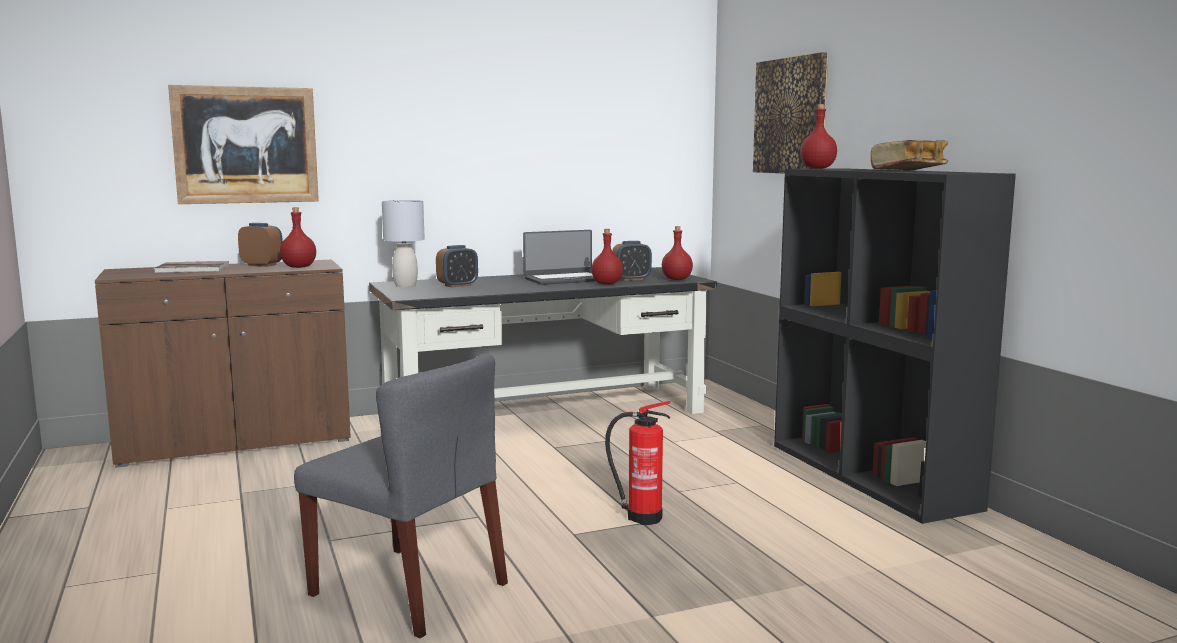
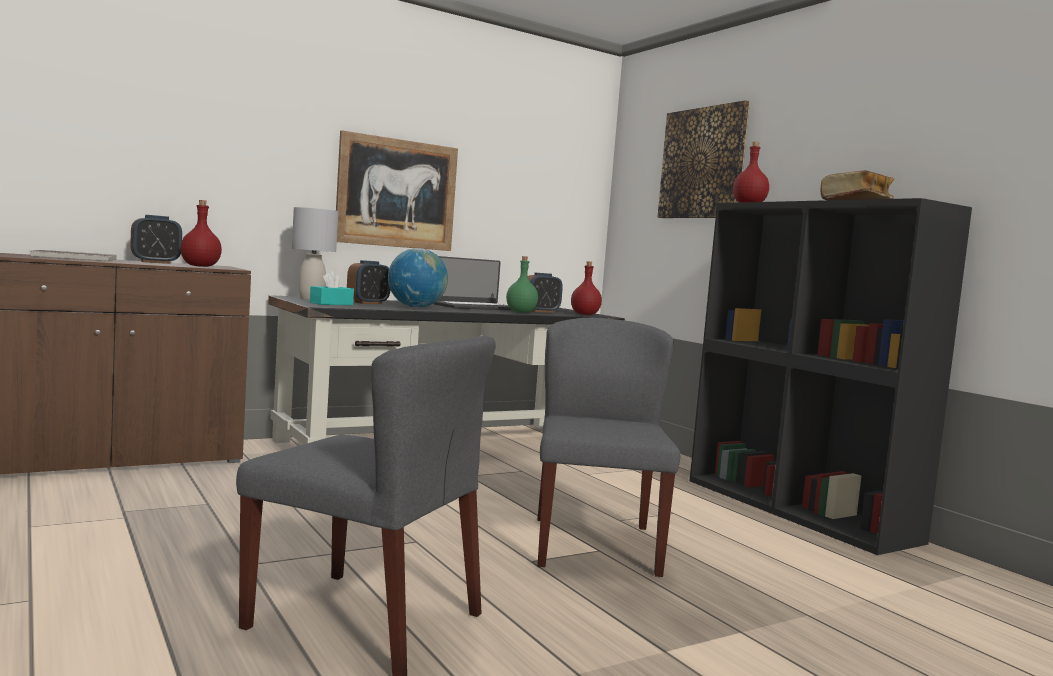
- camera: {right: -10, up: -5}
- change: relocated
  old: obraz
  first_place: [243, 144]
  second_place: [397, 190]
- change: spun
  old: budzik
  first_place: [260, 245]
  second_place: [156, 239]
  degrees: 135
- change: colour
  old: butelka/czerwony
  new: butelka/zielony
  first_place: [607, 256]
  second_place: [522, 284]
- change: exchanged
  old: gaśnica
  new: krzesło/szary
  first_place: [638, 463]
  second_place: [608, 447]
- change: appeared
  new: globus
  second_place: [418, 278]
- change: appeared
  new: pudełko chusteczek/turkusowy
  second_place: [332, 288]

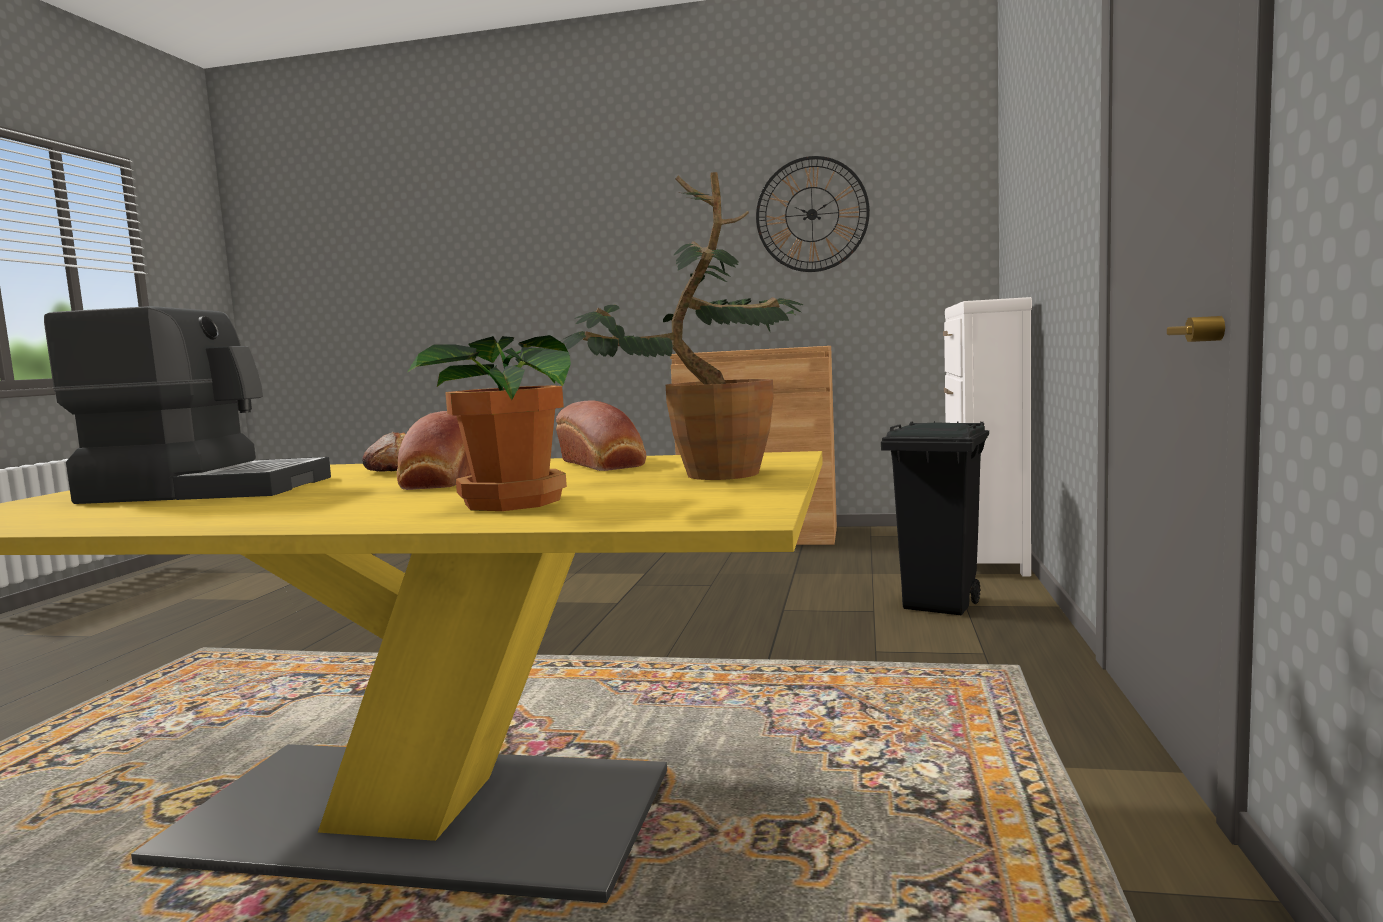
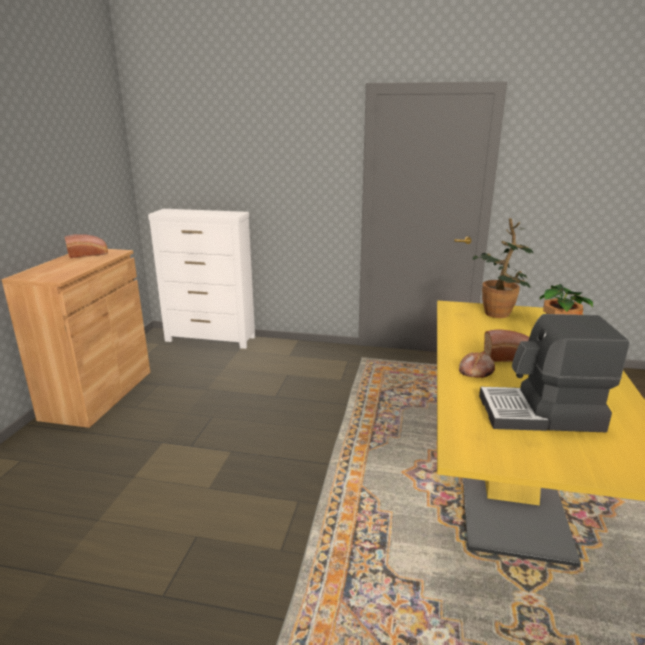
- camera: {right: -90, up: 15}
- change: missing
  old: zegar ścienny
  first_place: [813, 214]
- change: spun
  old: ekspres do kawy
  first_place: [187, 405]
  second_place: [554, 373]
  degrees: -90
- change: relocated
  old: chleb
  first_place: [601, 436]
  second_place: [86, 246]
- change: missing
  old: kosz na śmieci/czarny
  first_place: [935, 518]

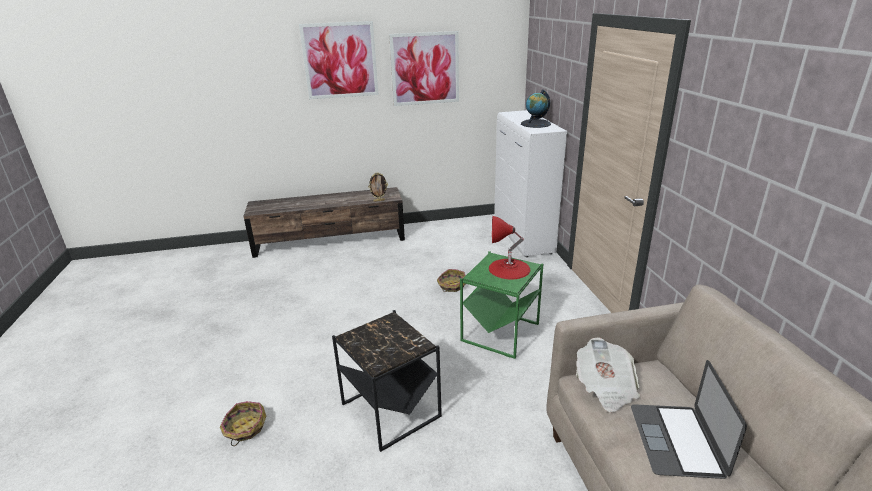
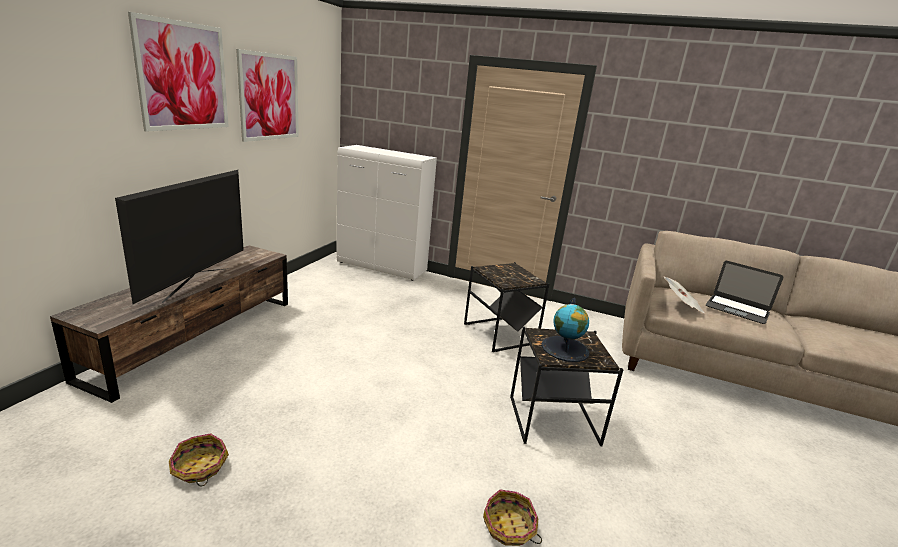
- camera: {right: -60, up: -5}
- change: relocated
  old: globus
  first_place: [536, 108]
  second_place: [565, 330]
- change: missing
  old: ramka na zdjęcie
  first_place: [378, 187]
- change: missing
  old: lampa stołowa/czerwony
  first_place: [509, 247]
- change: colour
  old: stolik/zielony
  new: stolik/czarny
  first_place: [501, 305]
  second_place: [506, 307]
- change: relocated
  old: koszyk
  first_place: [451, 280]
  second_place: [199, 460]
- change: appeared
  new: telewizor
  second_place: [179, 237]

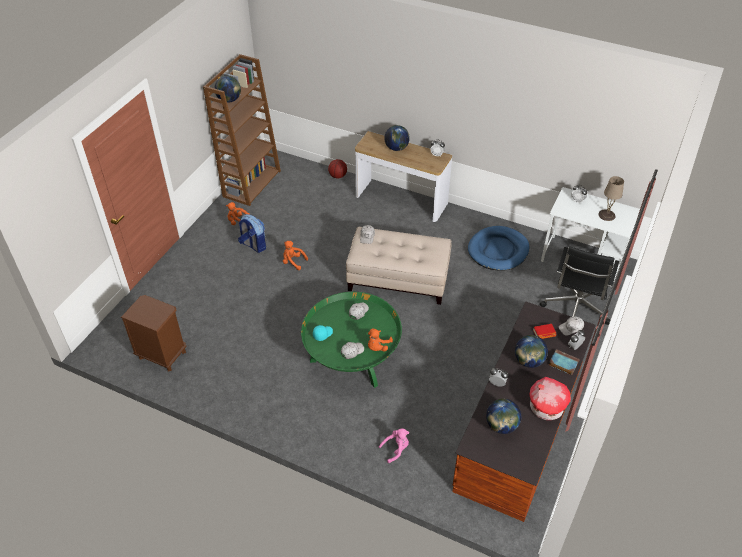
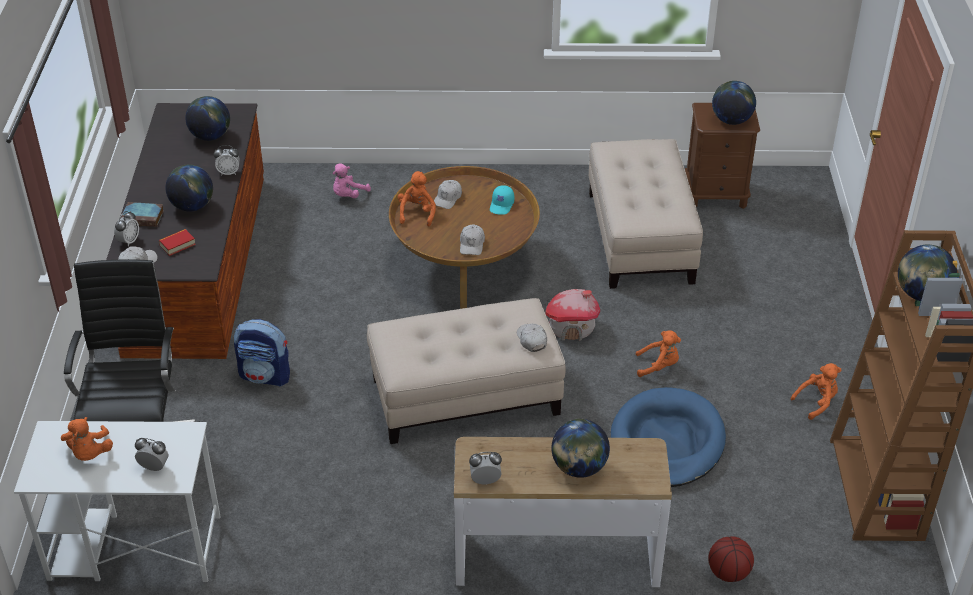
- camera: {right: 155, up: -5}
- change: exchanged
  old: lampa stołowa/beżowy
  new: pluszak/pomarańczowy
  first_place: [611, 198]
  second_place: [87, 439]
- change: relocated
  old: plecak
  first_place: [252, 233]
  second_place: [262, 353]
- change: relocated
  old: legowisko/niebieski
  first_place: [499, 248]
  second_place: [668, 437]
- change: colour
  old: ława/zielony
  new: ława/brązowy
  first_place: [351, 340]
  second_place: [464, 237]
- change: relocated
  old: domek
  first_place: [550, 398]
  second_place: [572, 315]
- change: appeared
  new: globus
  second_place: [734, 103]
- change: appeared
  new: pufa/beżowy
  second_place: [646, 214]

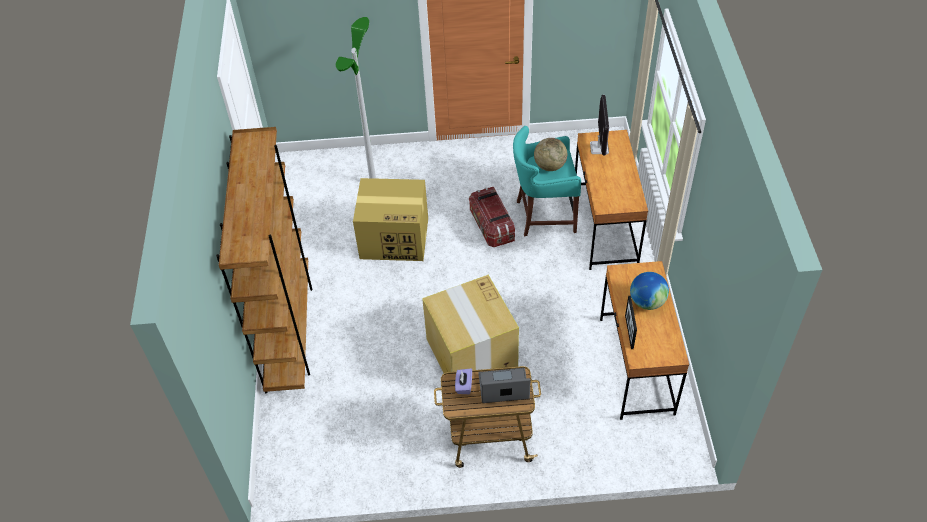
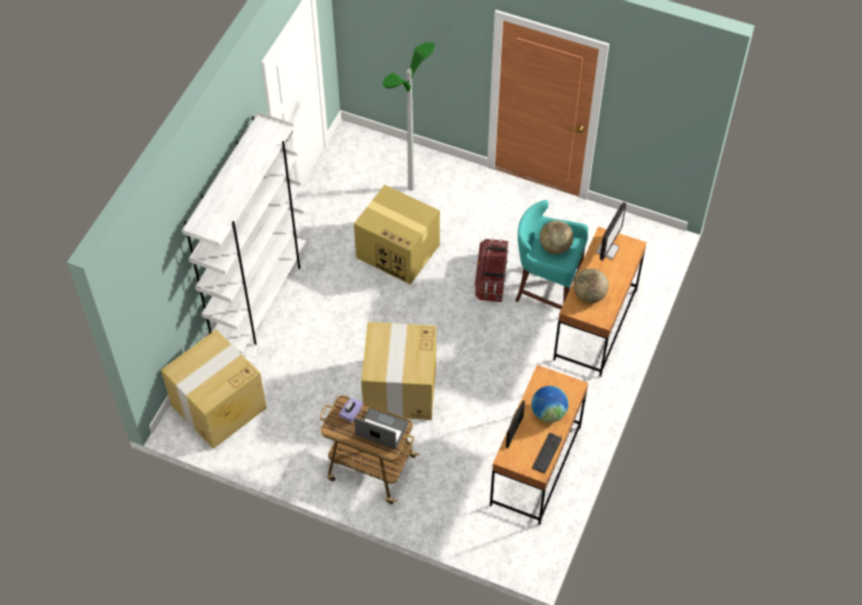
- camera: {right: 25, up: 5}
- change: colour
  old: regał/brązowy
  new: regał/biały
  first_place: [264, 260]
  second_place: [245, 233]
- change: appeared
  new: globus
  second_place: [591, 285]
- change: appeared
  new: karton
  second_place: [214, 389]
- change: appeared
  new: klawiatura
  second_place: [547, 453]

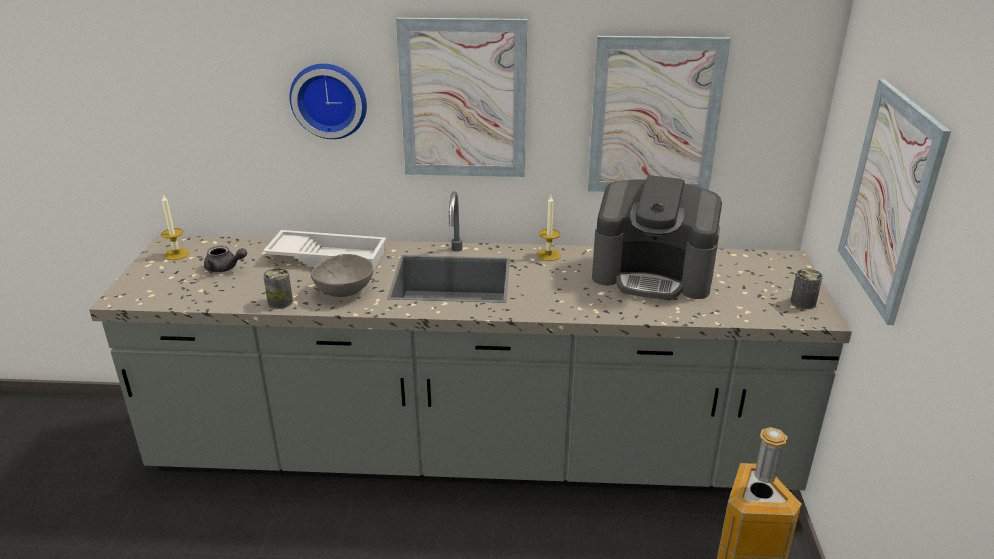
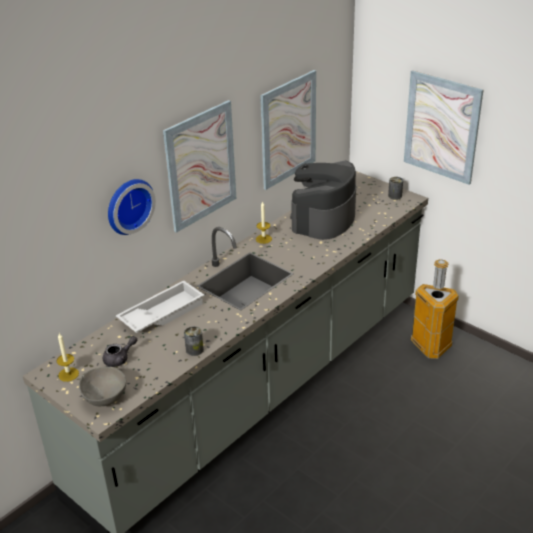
- camera: {right: -50, up: 5}
- change: spun
  old: ekspres do kawy
  first_place: [657, 237]
  second_place: [323, 200]
  degrees: 150
- change: relocated
  old: miska/szary
  first_place: [341, 275]
  second_place: [102, 386]

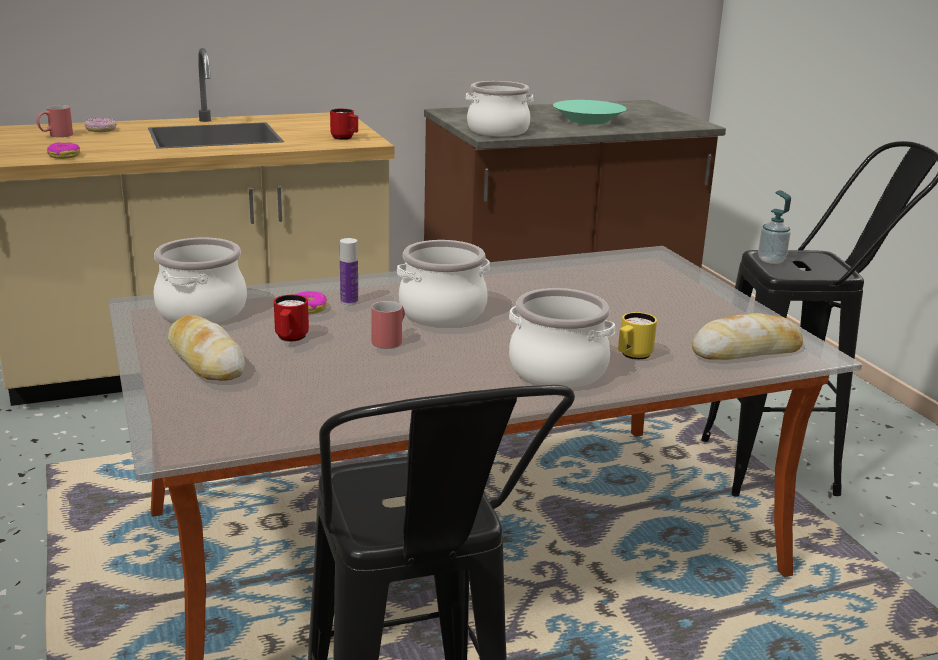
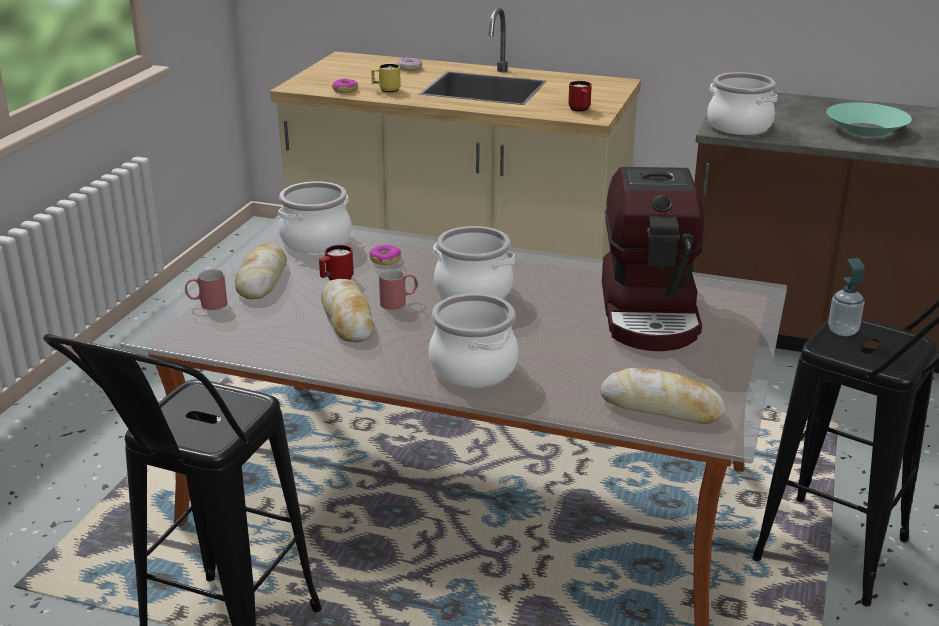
- camera: {right: 40, up: 5}
- change: relocated
  old: kubek/czerwony
  first_place: [55, 121]
  second_place: [206, 289]
- change: missing
  old: butelka
  first_place: [349, 271]
- change: relocated
  old: kubek/żółty
  first_place: [637, 336]
  second_place: [386, 78]
- change: appeared
  new: ekspres do kawy
  second_place: [653, 259]
- change: appeared
  new: chleb
  second_place: [347, 310]

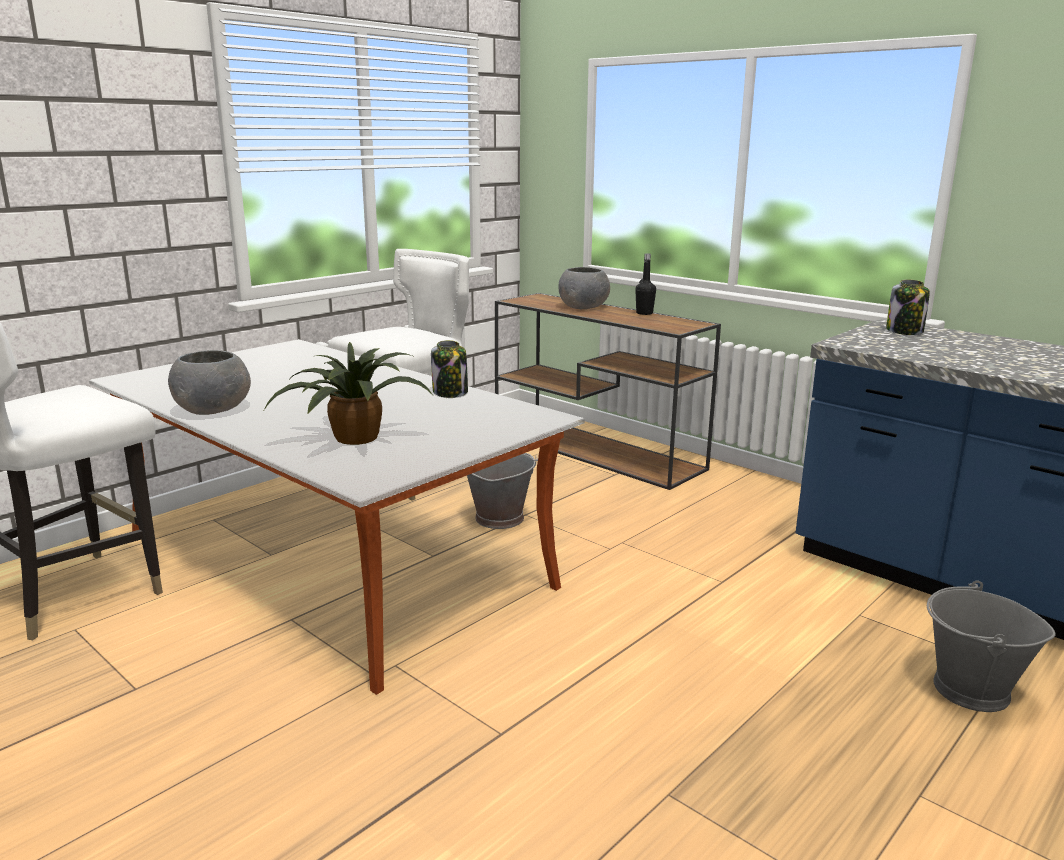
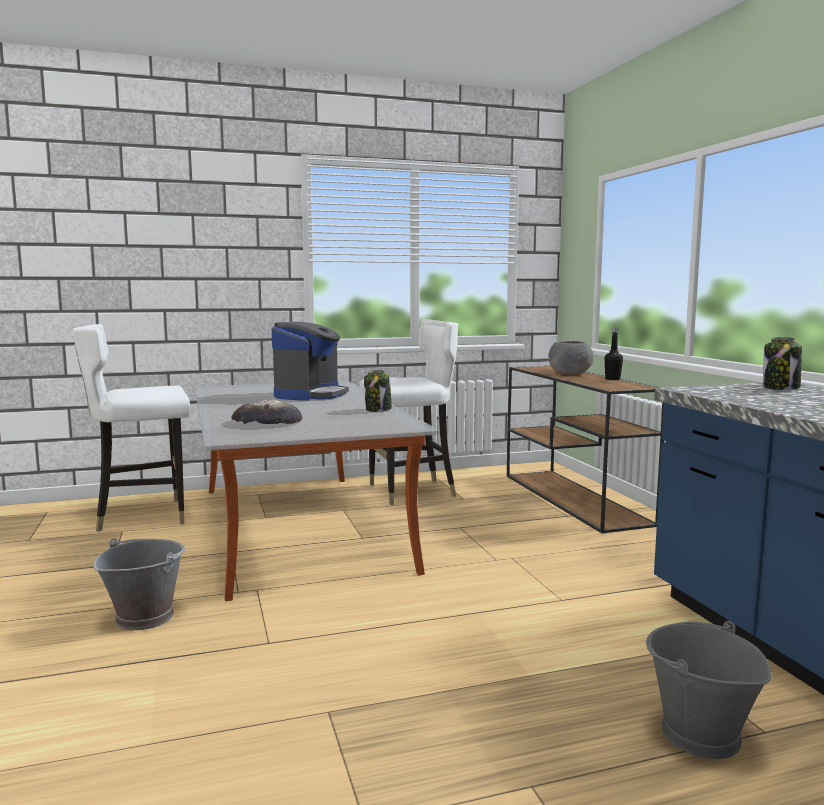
- camera: {right: 30, up: -10}
- change: exchanged
  old: roślina doniczkowa
  new: chleb
  first_place: [348, 393]
  second_place: [266, 411]
- change: missing
  old: miska/szary
  first_place: [209, 382]
- change: relocated
  old: wiadro/szary
  first_place: [502, 491]
  second_place: [140, 584]
- change: appeared
  new: ekspres do kawy
  second_place: [310, 361]

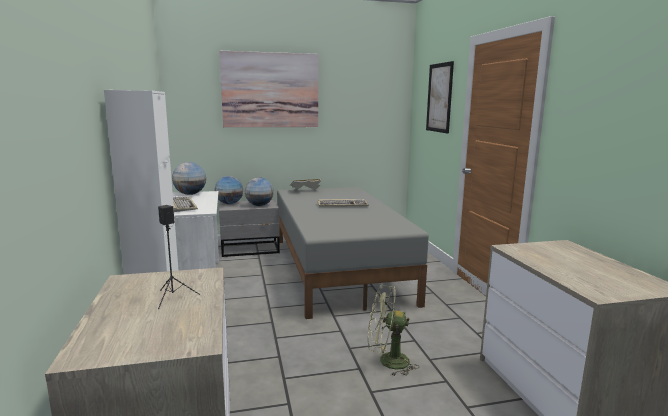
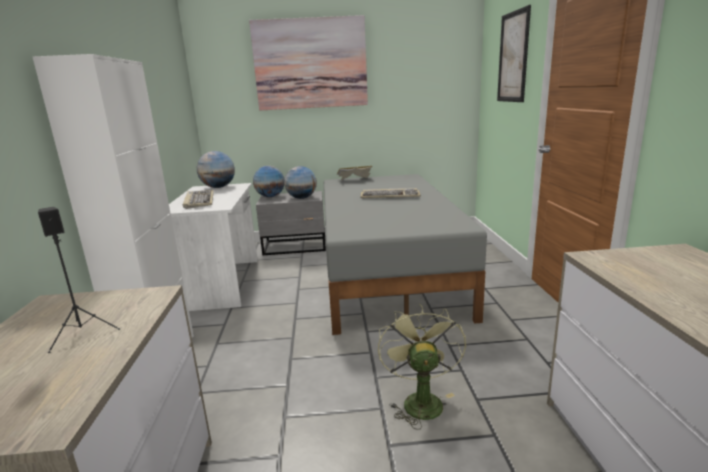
- camera: {right: 10, up: 5}
- change: spun
  old: wentylator/zielony
  first_place: [393, 330]
  second_place: [422, 367]
  degrees: 75

